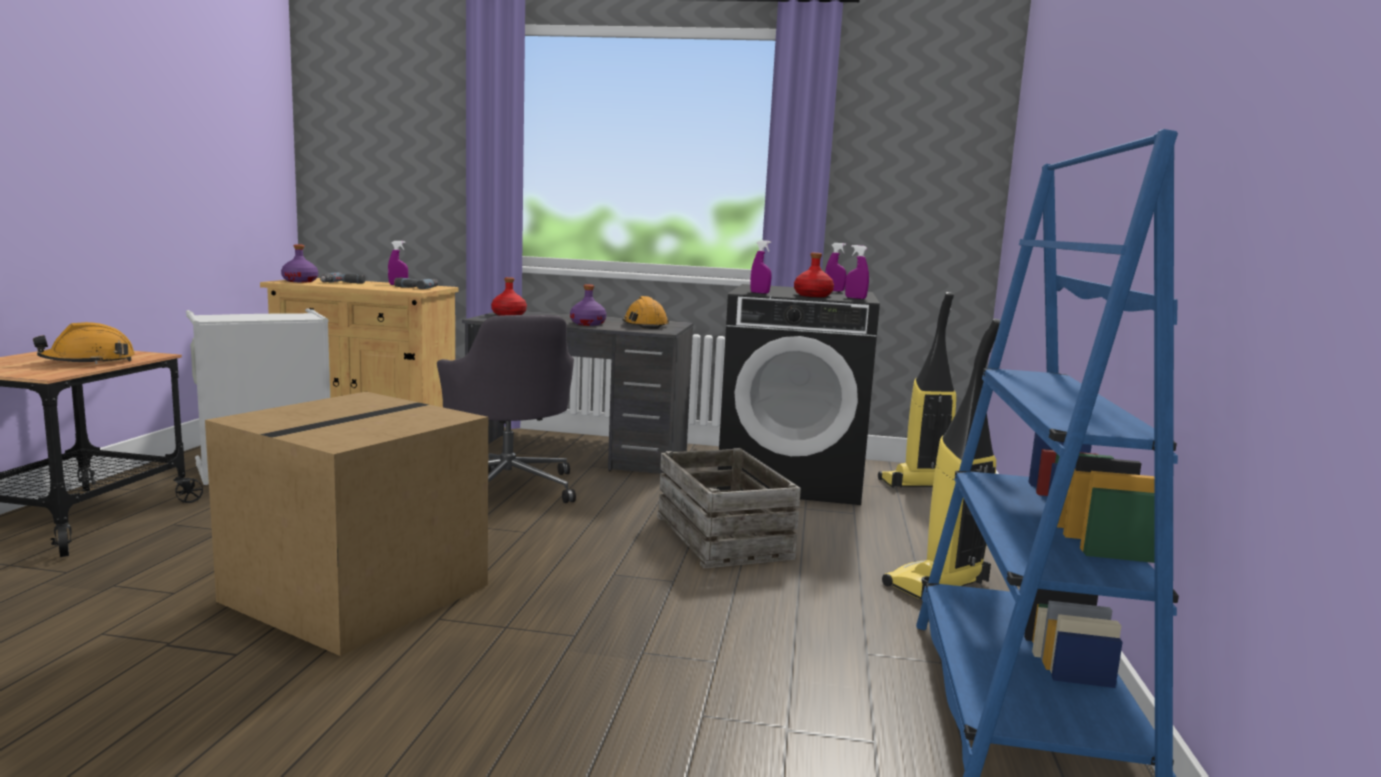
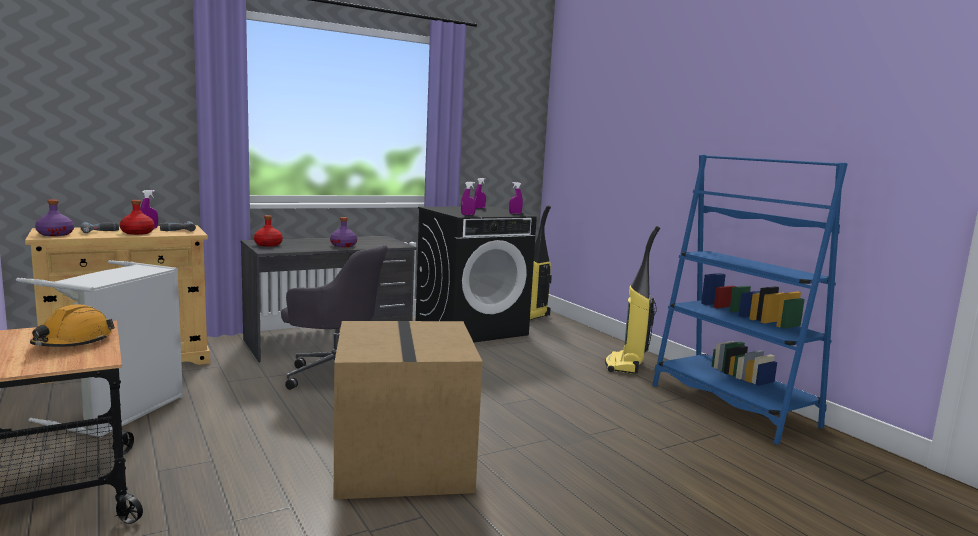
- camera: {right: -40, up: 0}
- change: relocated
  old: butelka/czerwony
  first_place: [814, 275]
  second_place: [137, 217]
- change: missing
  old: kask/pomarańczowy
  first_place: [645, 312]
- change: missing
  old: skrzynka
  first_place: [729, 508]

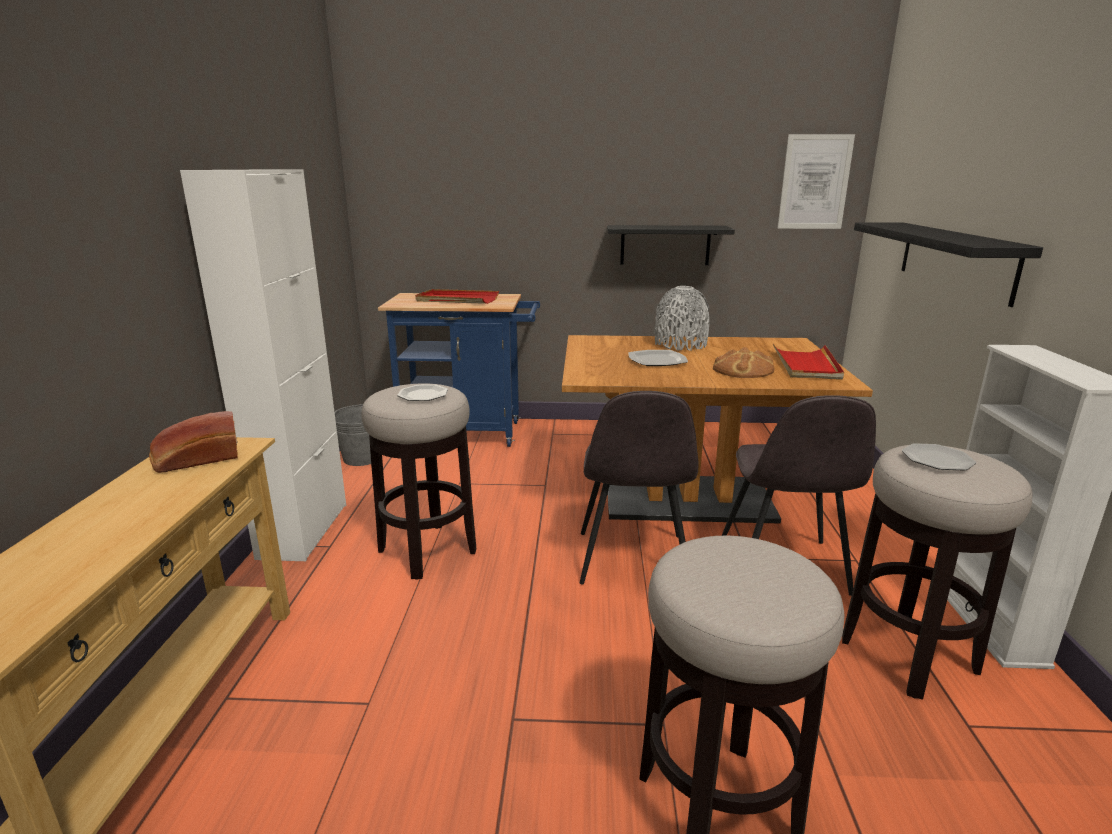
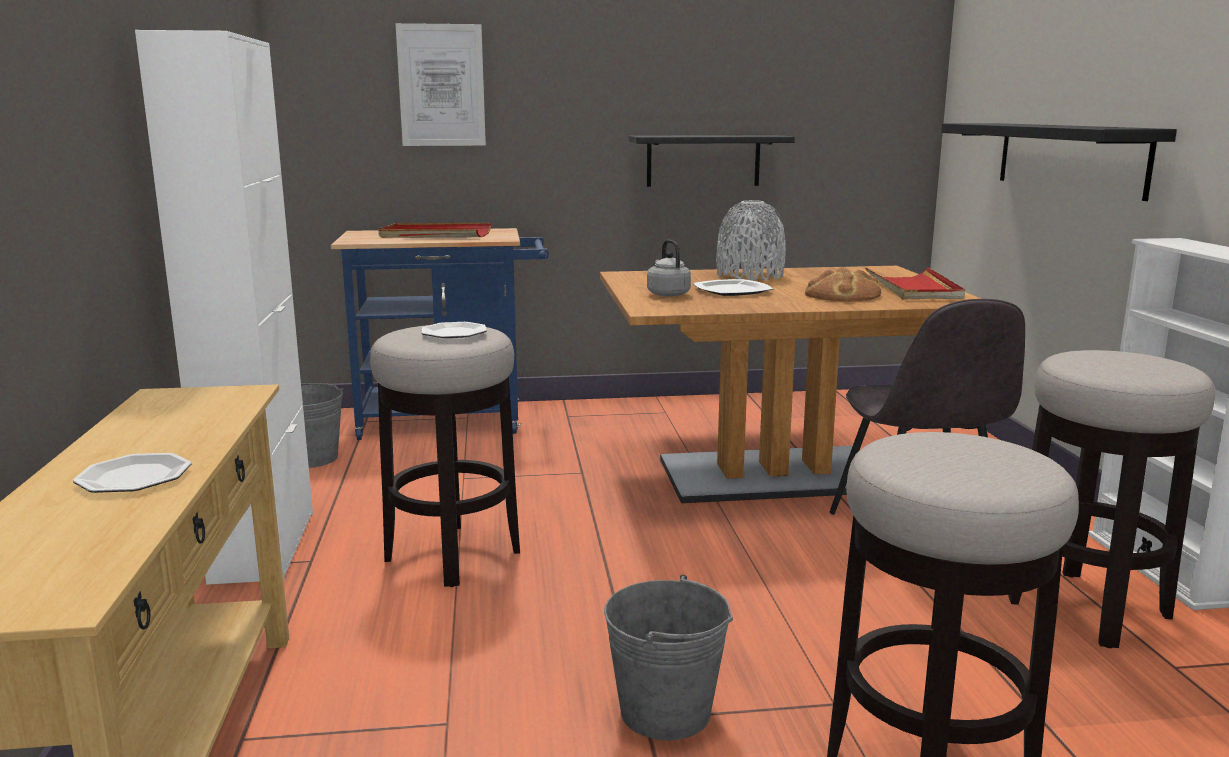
- camera: {right: -10, up: -5}
- change: relocated
  old: obraz
  first_place: [816, 181]
  second_place: [440, 84]
- change: missing
  old: krzesło/szary
  first_place: [639, 488]
- change: missing
  old: chleb
  first_place: [193, 442]
- change: relocated
  old: talerz
  first_place: [939, 457]
  second_place: [132, 473]
- change: appeared
  new: czajnik/szary
  second_place: [669, 268]
- change: appeared
  new: wiadro/szary
  second_place: [668, 657]

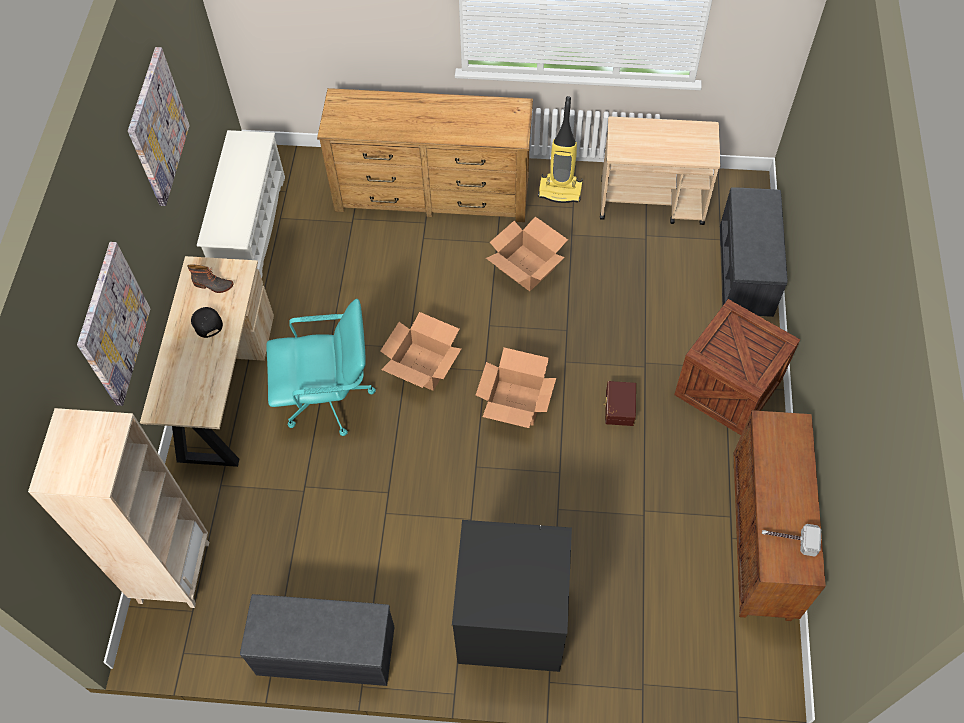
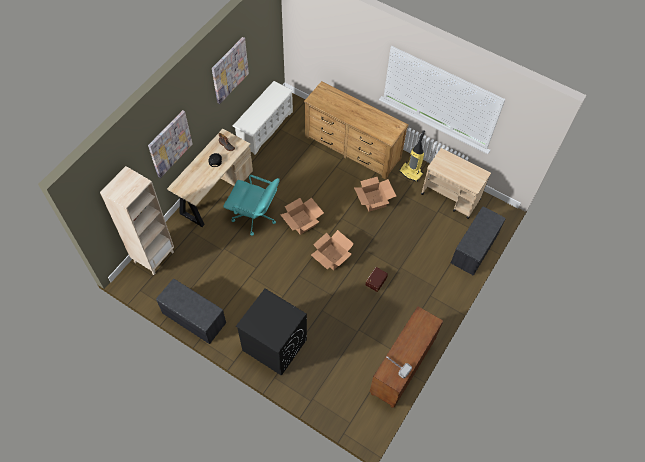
- camera: {right: 25, up: 0}
- change: missing
  old: skrzynka
  first_place: [737, 367]

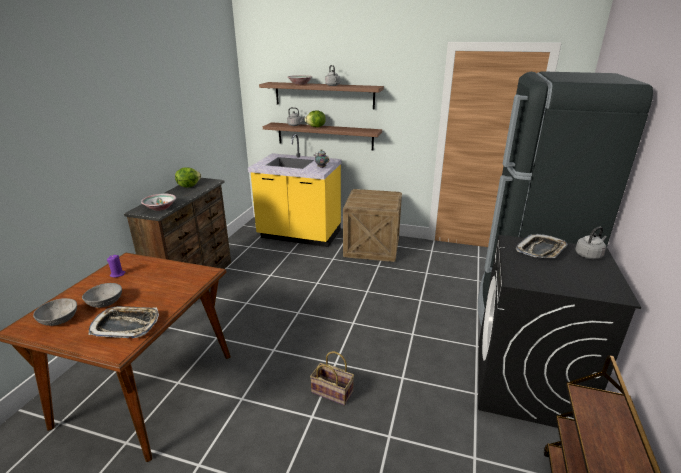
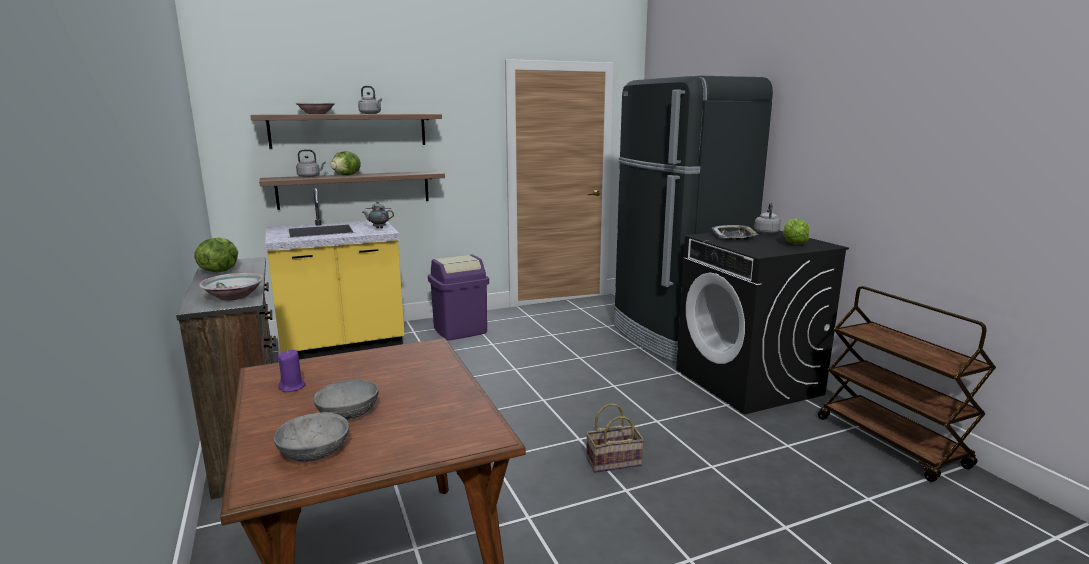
- camera: {right: -40, up: -10}
- change: exchanged
  old: skrzynka
  new: kosz na śmieci/fioletowy
  first_place: [372, 225]
  second_place: [458, 297]
- change: missing
  old: taca
  first_place: [123, 322]
- change: appeared
  new: sałata
  second_place: [796, 232]

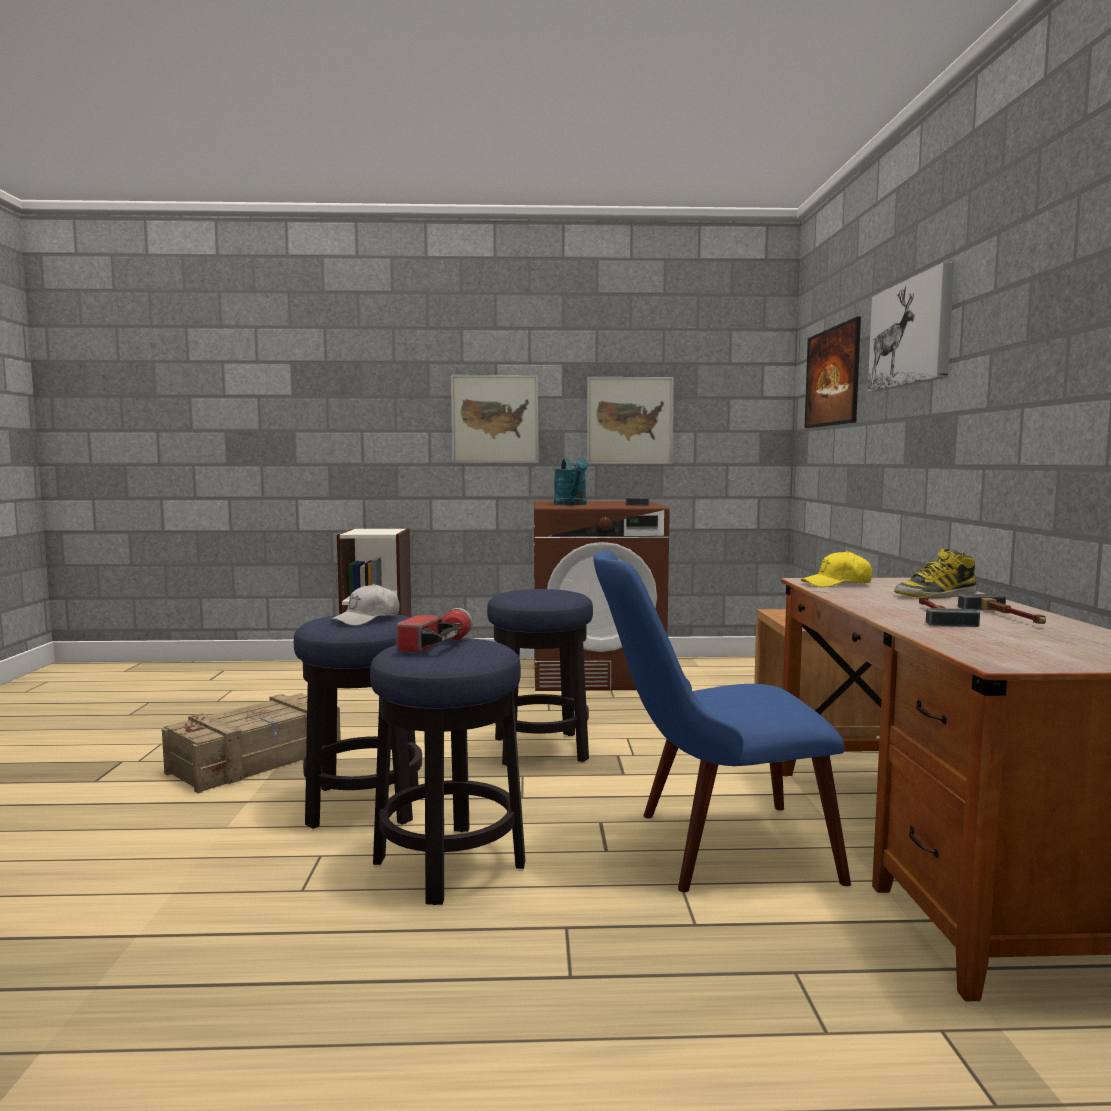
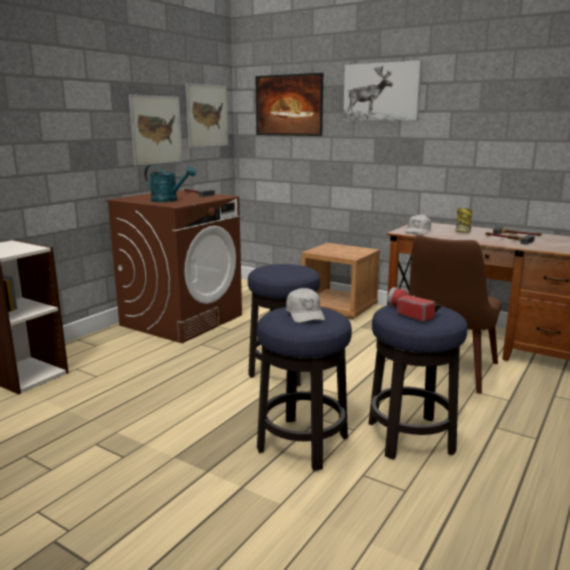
- camera: {right: -55, up: 10}
- change: relocated
  old: obraz
  first_place: [495, 419]
  second_place: [207, 115]
- change: colour
  old: krzesło/niebieski
  new: krzesło/brązowy
  first_place: [722, 721]
  second_place: [453, 314]
- change: colour
  old: czapka z daszkiem/żółty
  new: czapka z daszkiem/biały
  first_place: [836, 569]
  second_place: [418, 224]
- change: missing
  old: skrzynka
  first_place: [251, 743]

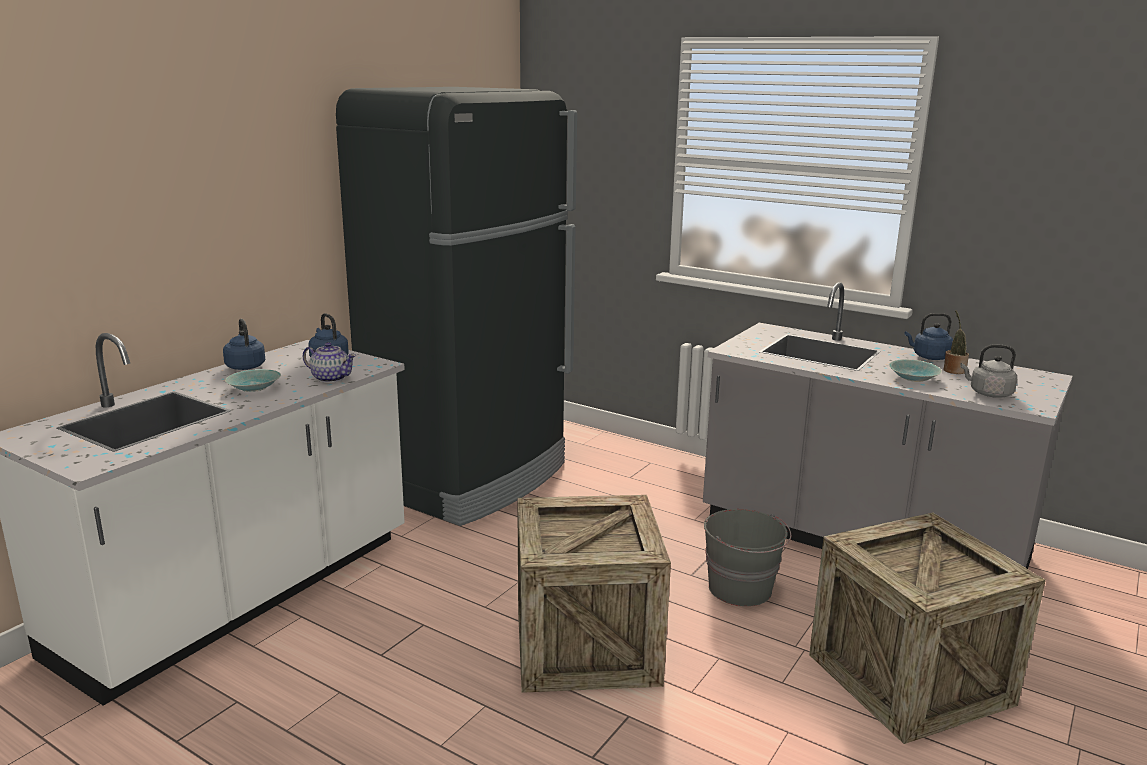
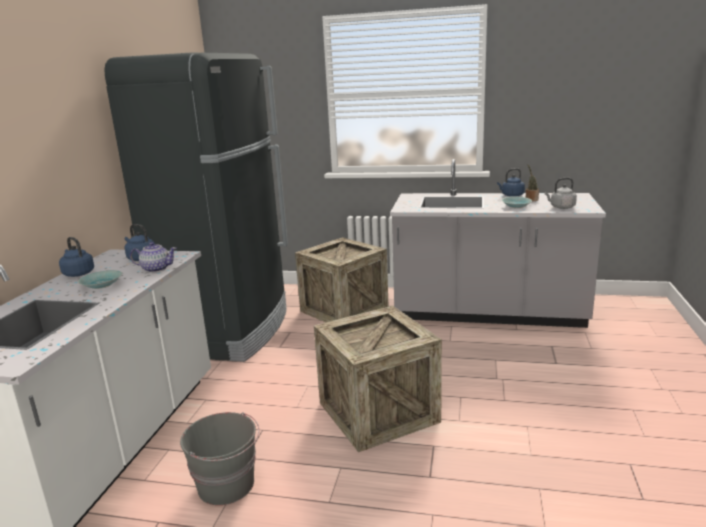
- camera: {right: -20, up: 0}
- change: relocated
  old: wiadro/szary
  first_place: [747, 557]
  second_place: [219, 458]
- change: relocated
  old: skrzynka
  first_place: [927, 628]
  second_place: [342, 279]

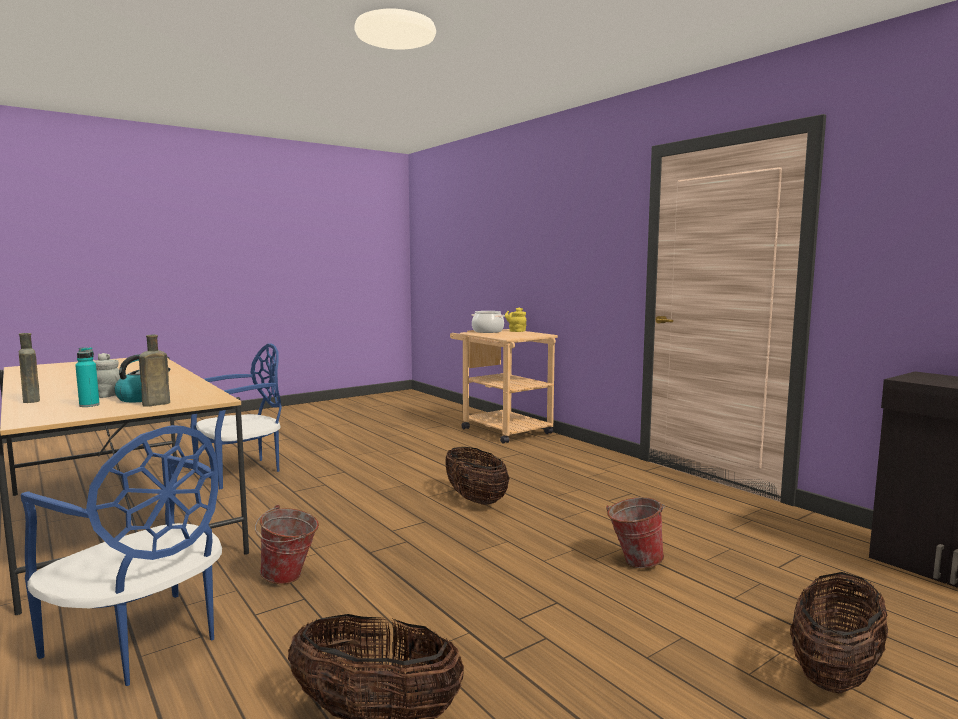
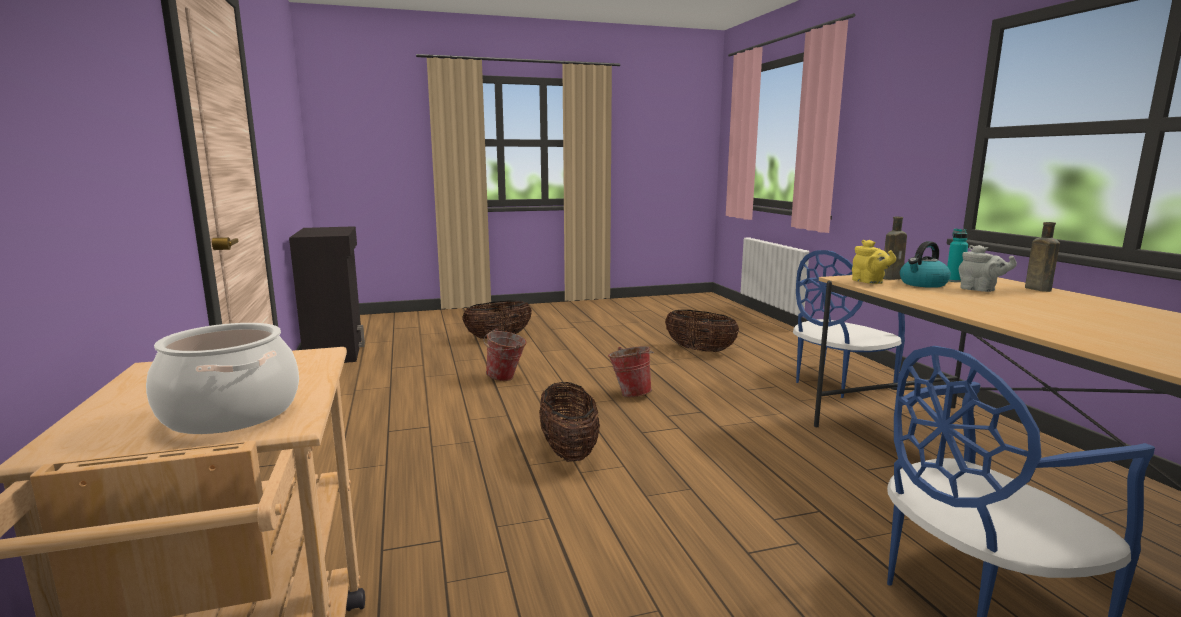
- camera: {right: -160, up: 5}
- change: relocated
  old: imbryk/żółty
  first_place: [515, 320]
  second_place: [874, 262]
- change: spun
  old: krzesło/niebieski
  first_place: [121, 555]
  second_place: [849, 324]
  degrees: -90
- change: relocated
  old: wiadro
  first_place: [287, 544]
  second_place: [631, 371]

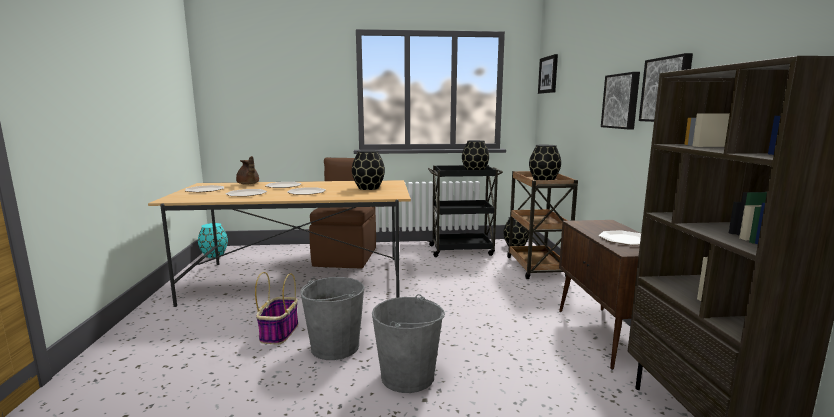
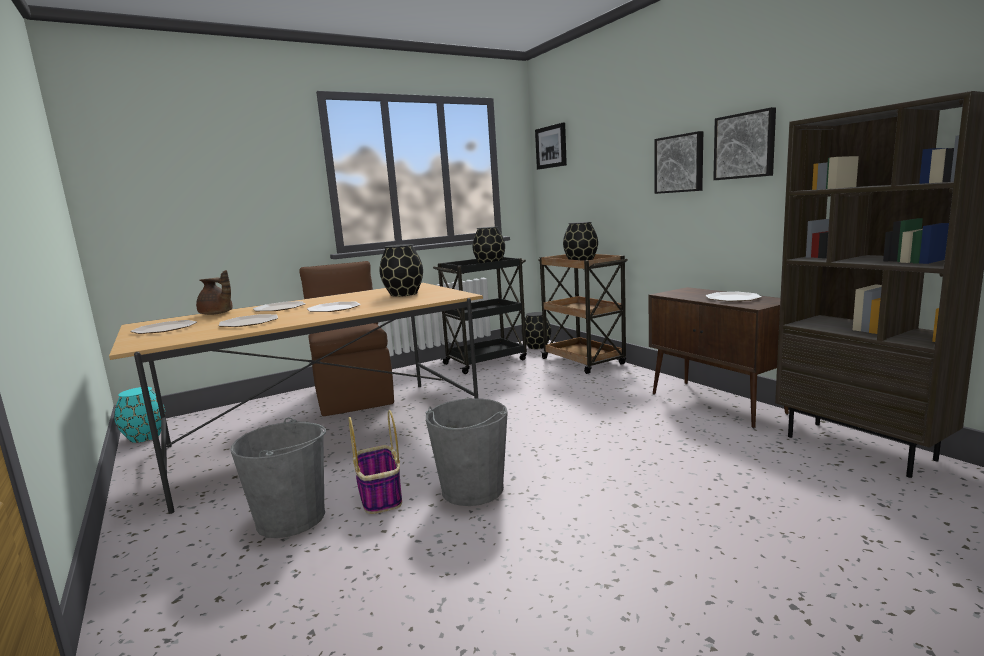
- camera: {right: -25, up: 0}
- change: relocated
  old: wiadro/szary
  first_place: [408, 343]
  second_place: [278, 477]

